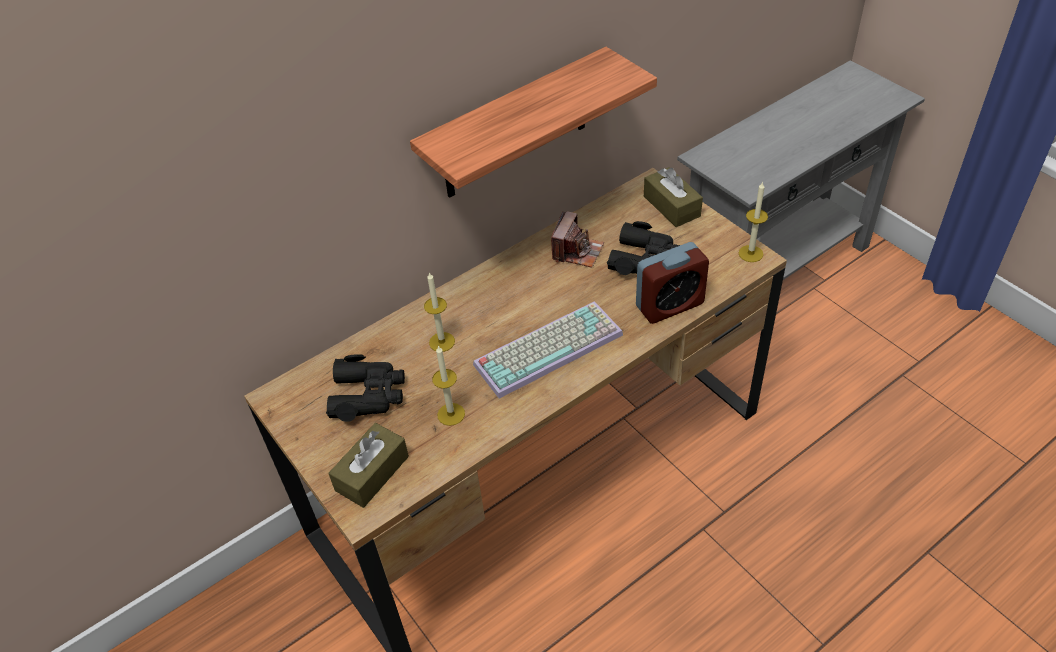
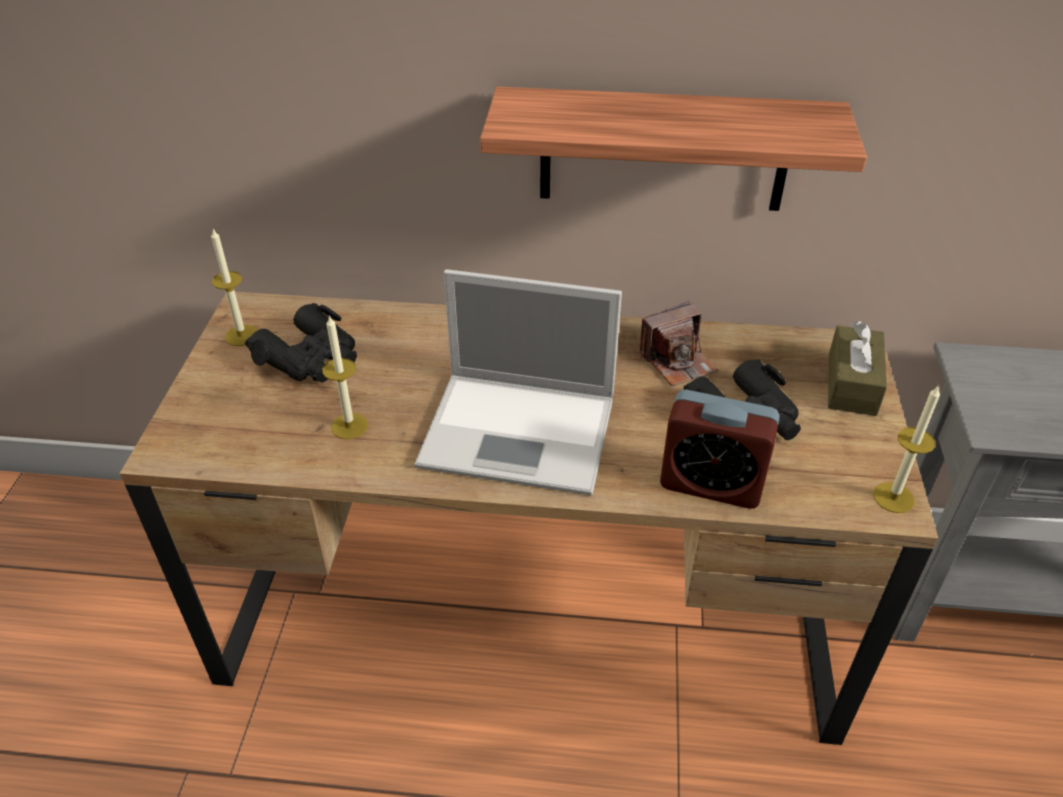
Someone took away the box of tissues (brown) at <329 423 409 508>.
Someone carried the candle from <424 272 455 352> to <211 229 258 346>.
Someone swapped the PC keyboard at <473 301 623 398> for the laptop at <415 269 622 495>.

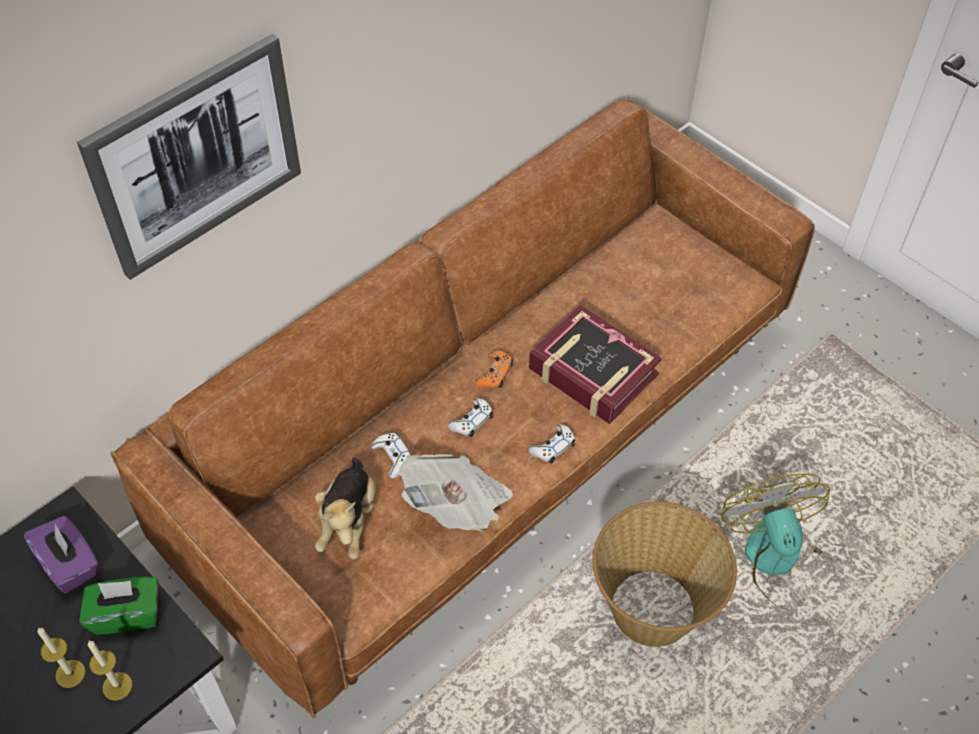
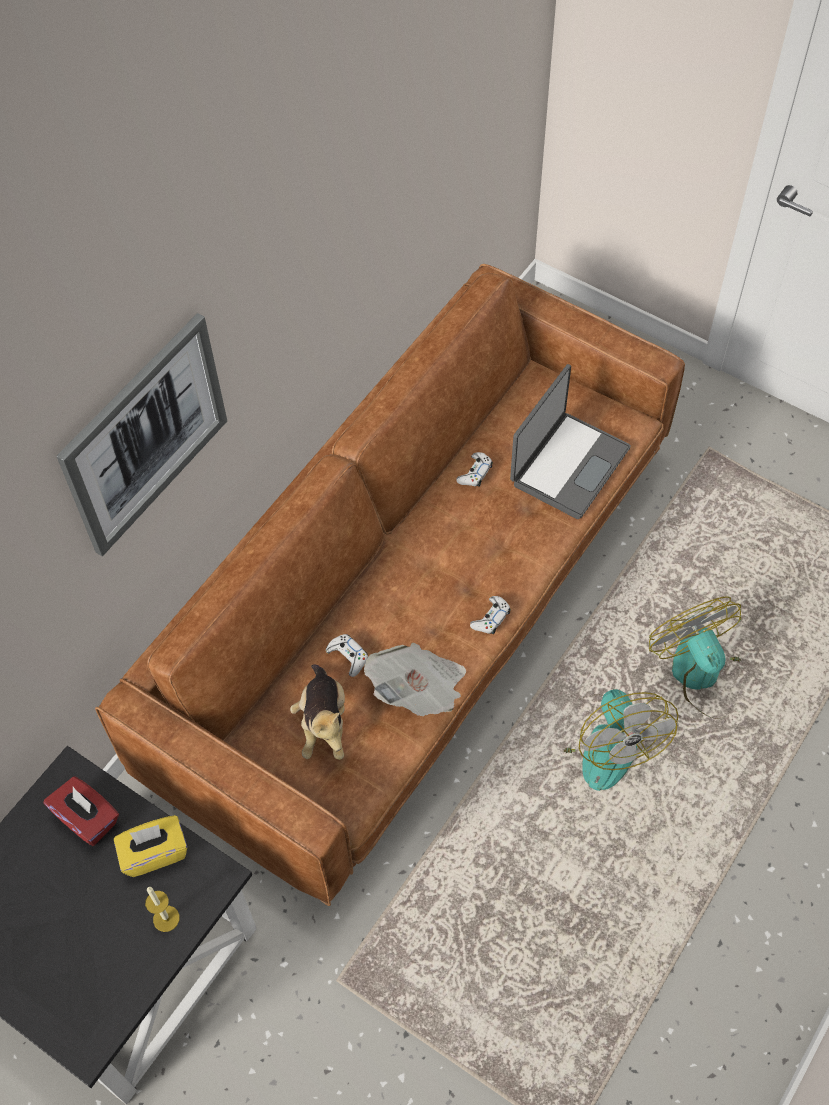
Someone took away the candle at <37 627 85 688>.
Someone took away the game controller (orange) at <475 351 513 388>.
Someone took away the book at <529 305 662 424>.
Someone put down the laptop at <510 364 631 519>.
Someone carried the game controller (whitish) from <448 398 493 437> to <456 452 493 487>.
Someone swapped the household basket at <592 501 737 647> for the electric fan at <564 689 679 791>.
Someone repainted the box of tissues (purplish) at <24 516 98 593>, which became the box of tissues (red) at <44 777 119 846>.
Someone repainted the box of tissues (greenish) at <79 577 158 635>, which became the box of tissues (yellow) at <114 815 187 877>.

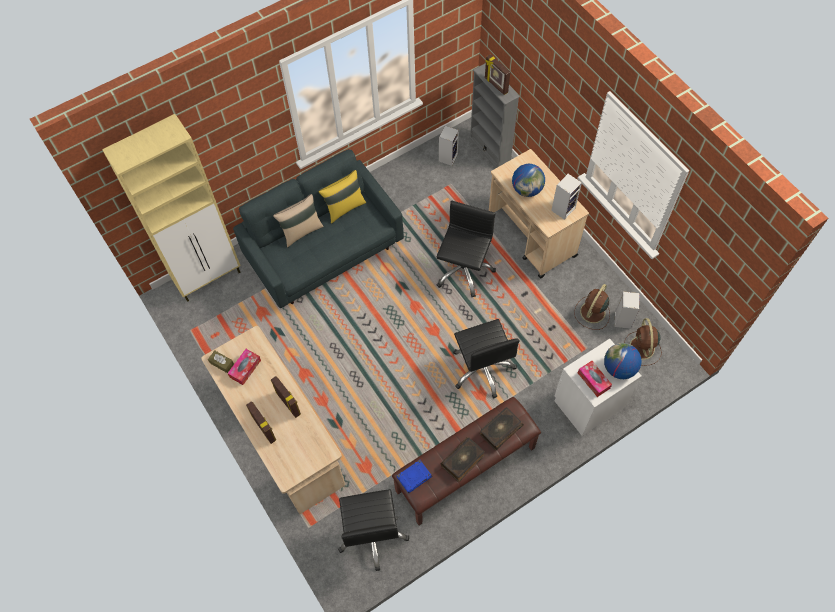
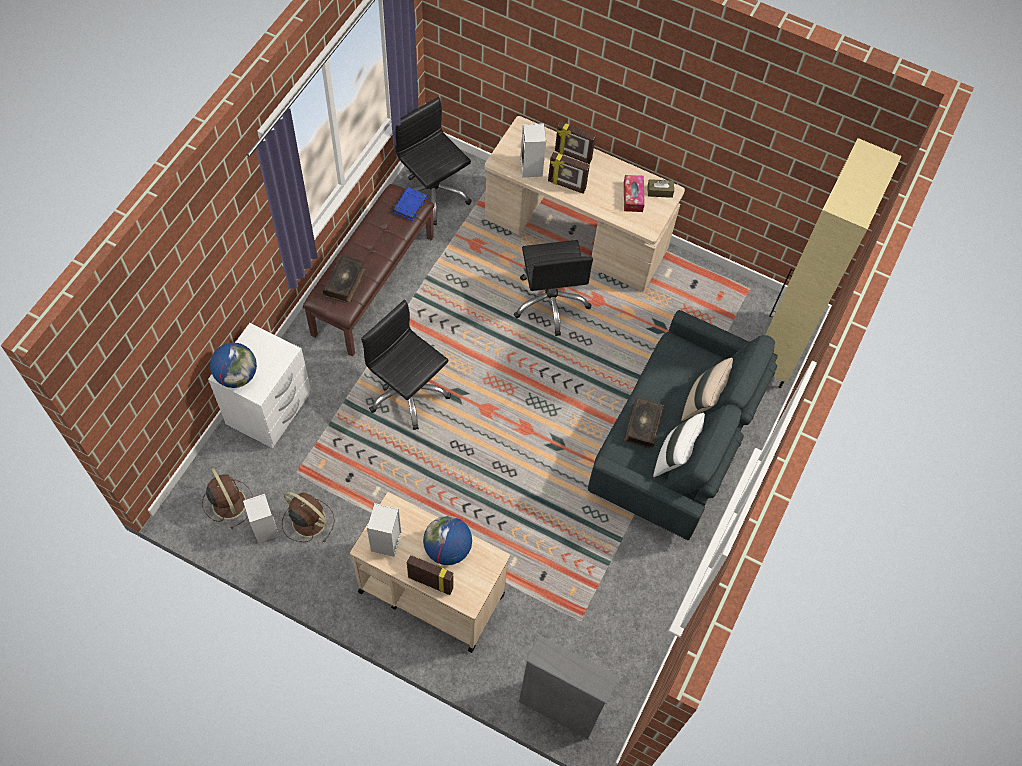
Someone took away the box of tissues at <578 361 612 397>.
Someone carried the desk chair (blackish) from <436 201 496 297> to <514 240 593 336>.
Someone carried the loudspeaker from <439 126 459 166> to <520 123 546 177>.
Someone carried the book from <440 437 485 482> to <624 397 664 448>.
Someone carried the standing frame from <485 54 510 95> to <407 555 454 595>.
Someone repainted the throw pillow (yellow) at <318 170 366 224>, which became the throw pillow (whitish) at <653 413 705 477>.
Someone rotated the electric fan (brown) at <574 284 610 330> by 60 degrees counterclockwise.

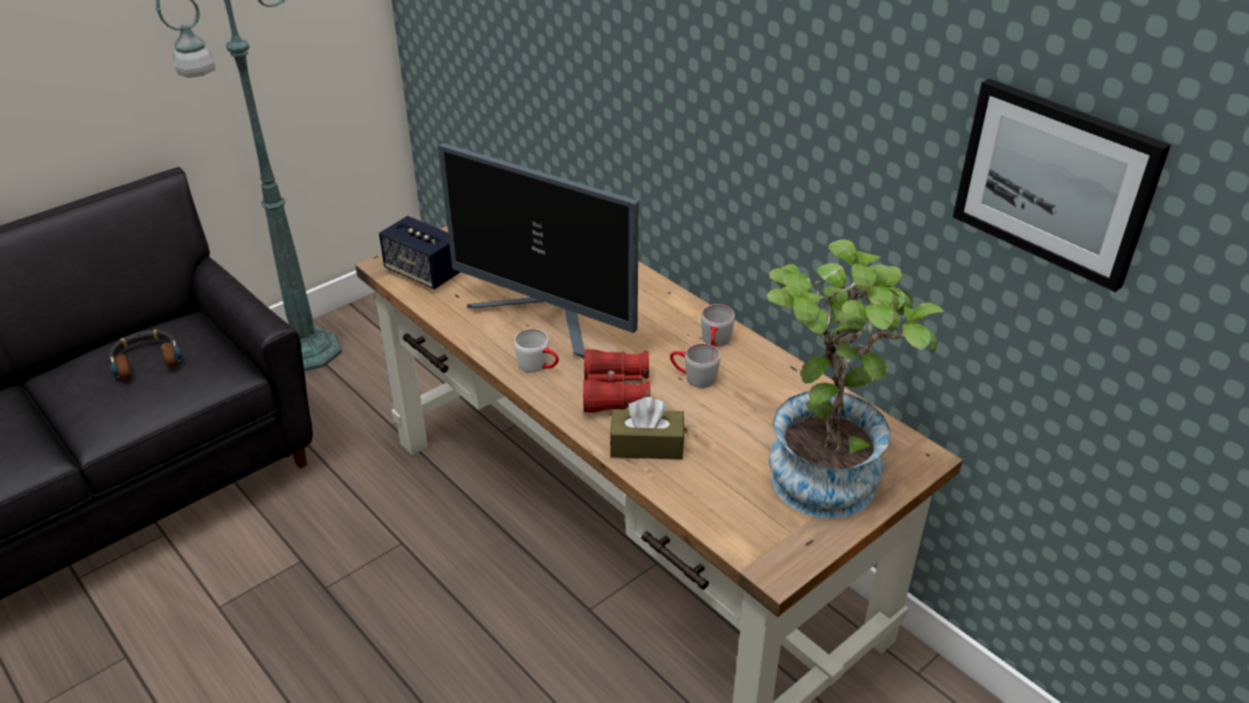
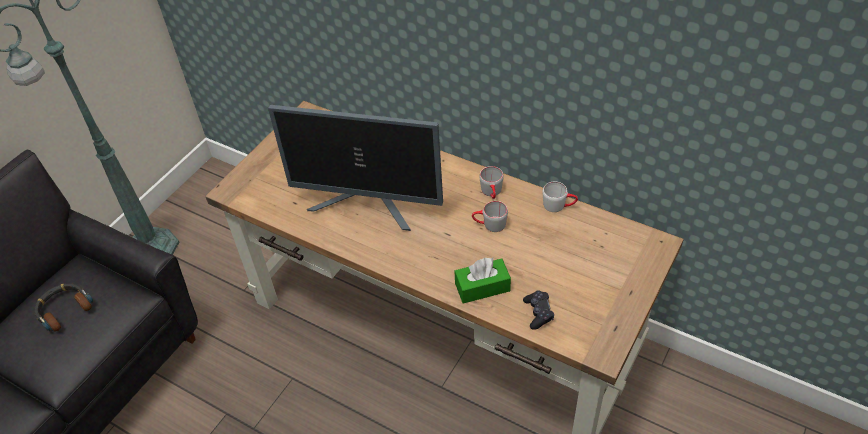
Someone took away the loudspeaker at <379 216 460 289>.
Someone took away the field glasses (red) at <583 349 650 413>.
Someone took away the houseplant at <767 239 944 519>.
Someone took away the wall art at <953 79 1171 292>.
Someone put down the game controller (blackish) at <523 290 554 330>.
Someone carried the mug (whitish) from <514 329 559 372> to <543 181 578 212>.
Someone repainted the box of tissues (brown) at <610 397 684 460>, which became the box of tissues (greenish) at <454 258 511 304>.

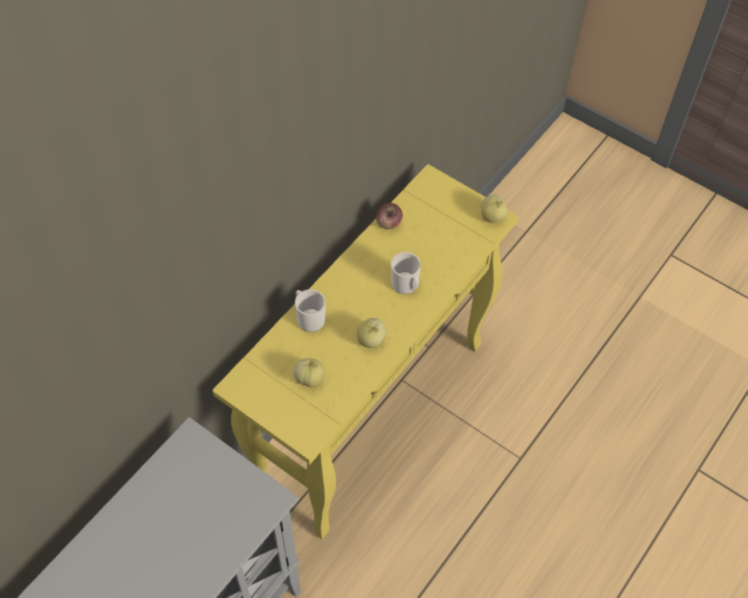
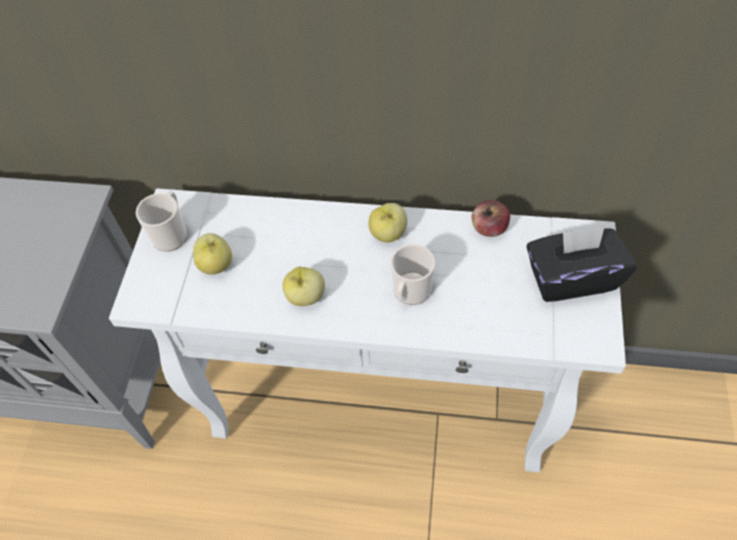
Someone put down the box of tissues (blackish) at <526 227 637 302>.
Someone carried the mug from <295 289 326 332> to <136 191 187 252>.
Someone carried the apple from <481 194 507 223> to <368 203 407 242>.
Someone repainted the console table (yellow) at <212 164 518 539>, which became the console table (whitish) at <109 188 626 473>.

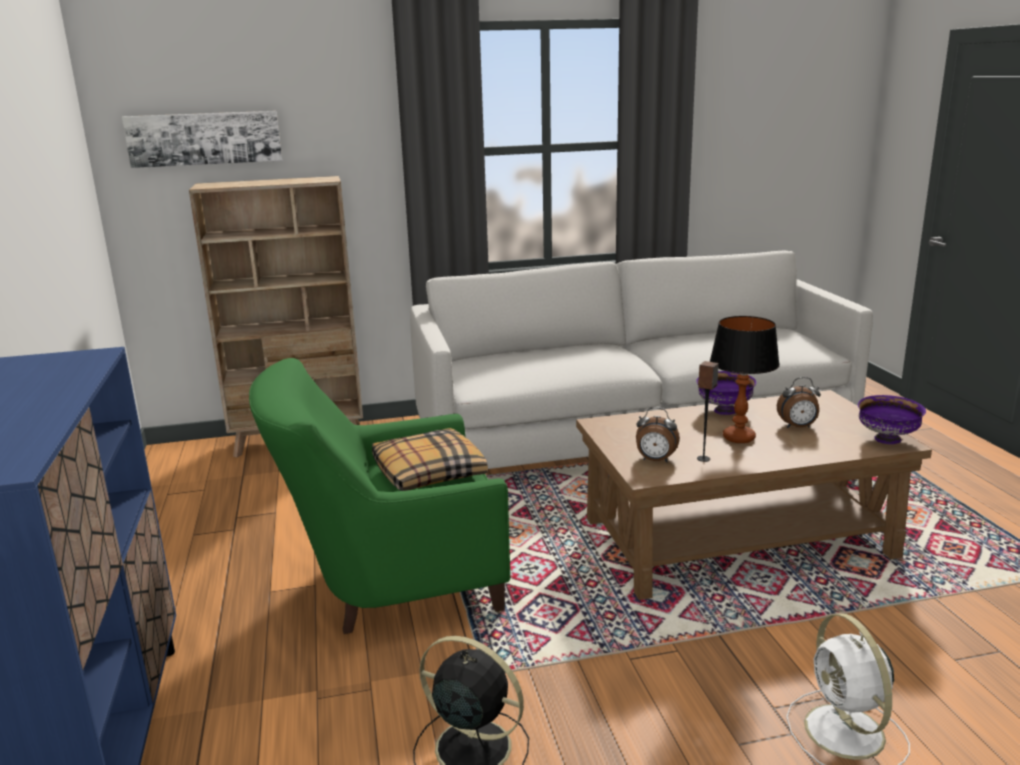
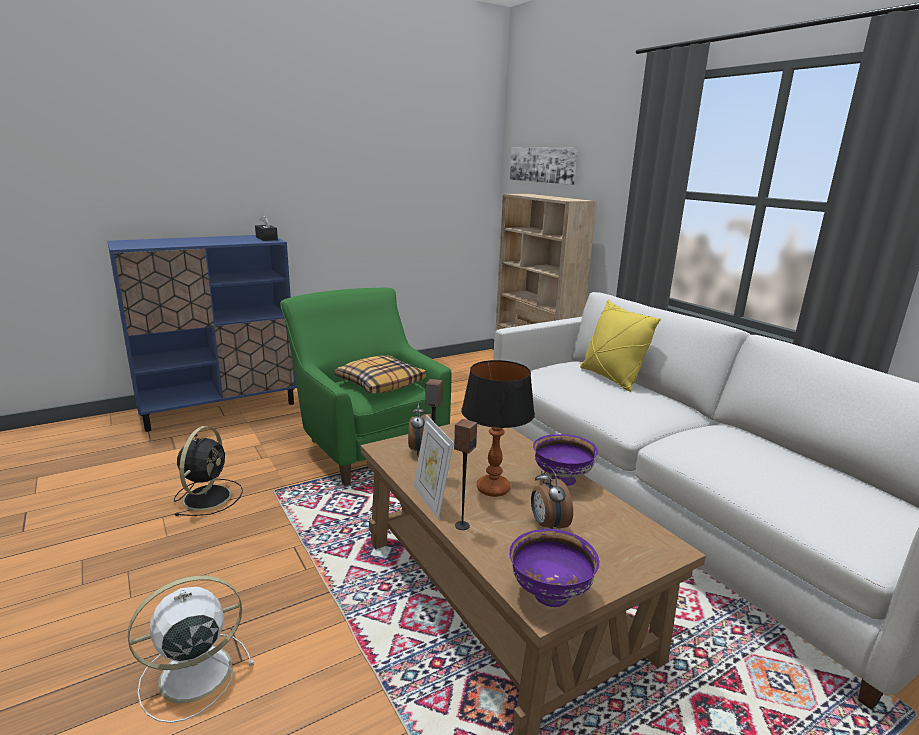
Someone put down the box of tissues (blackish) at <255 215 278 241>.
Someone put down the standing frame at <414 415 454 519>.
Someone put down the loudspeaker at <454 419 477 530>.
Someone put down the throw pillow (yellow) at <580 299 661 392>.

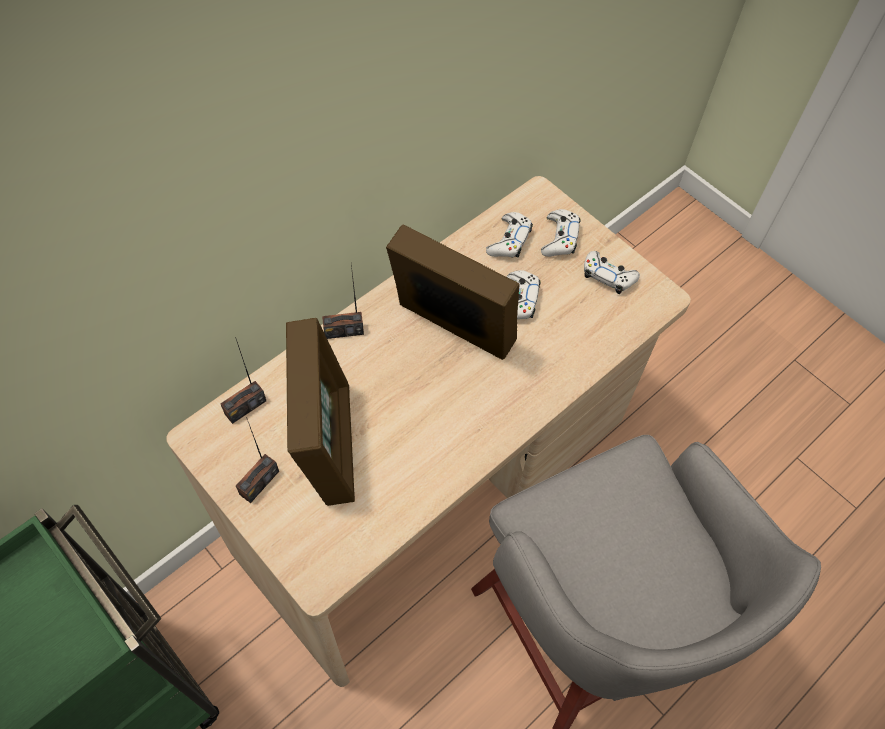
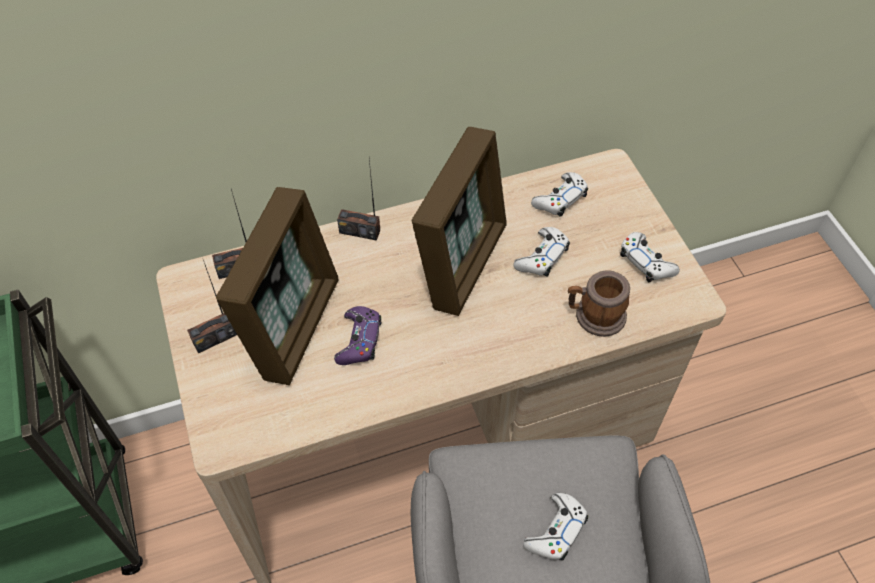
Someone put down the game controller (purplish) at <334 306 382 365>.
Someone put down the mug at <568 270 630 337>.
Someone carried the game controller (whitish) from <541 209 580 257> to <523 493 588 561>.
Someone rotated the standing frame at <386 224 520 360> by 60 degrees clockwise.

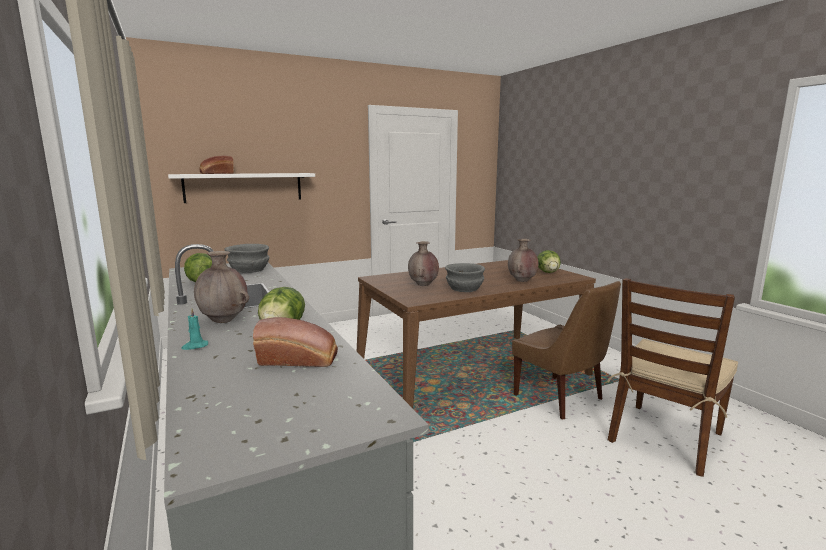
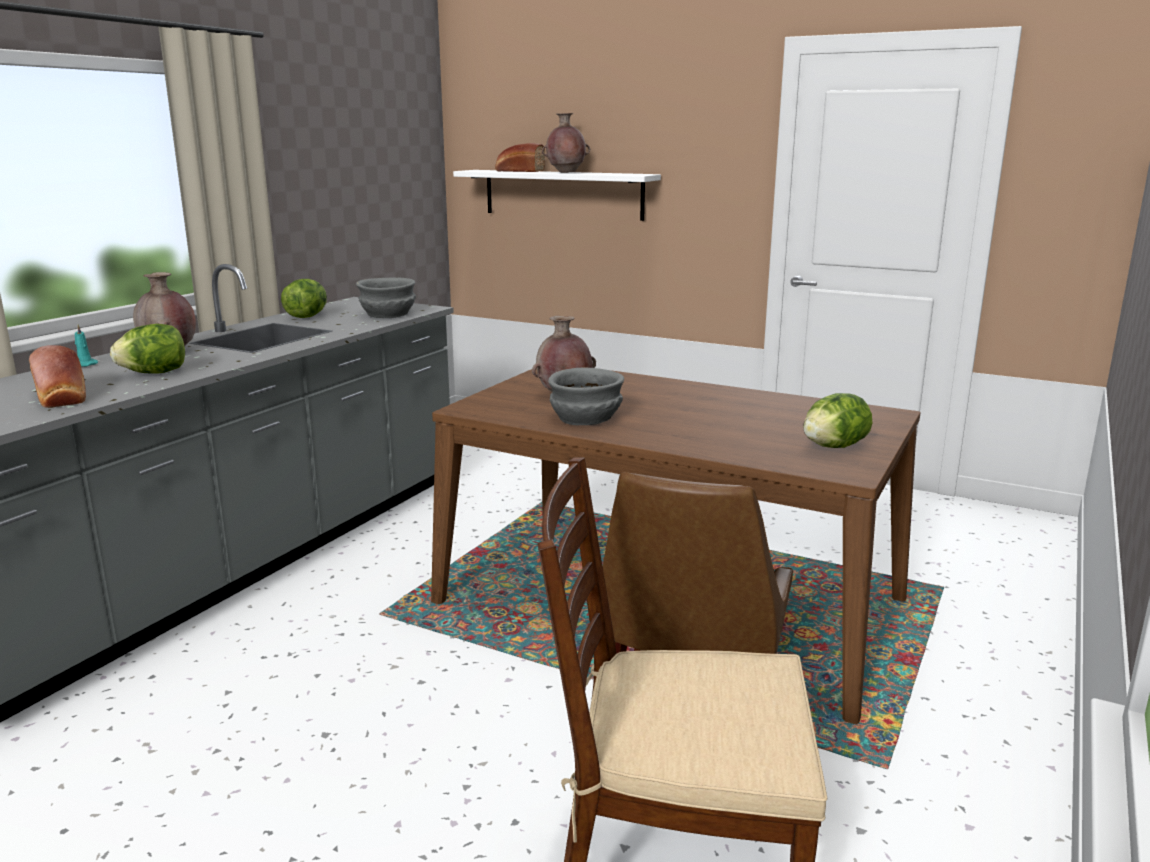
Someone carried the decorative vase (brown) from <508 239 539 282> to <542 113 590 173>.

